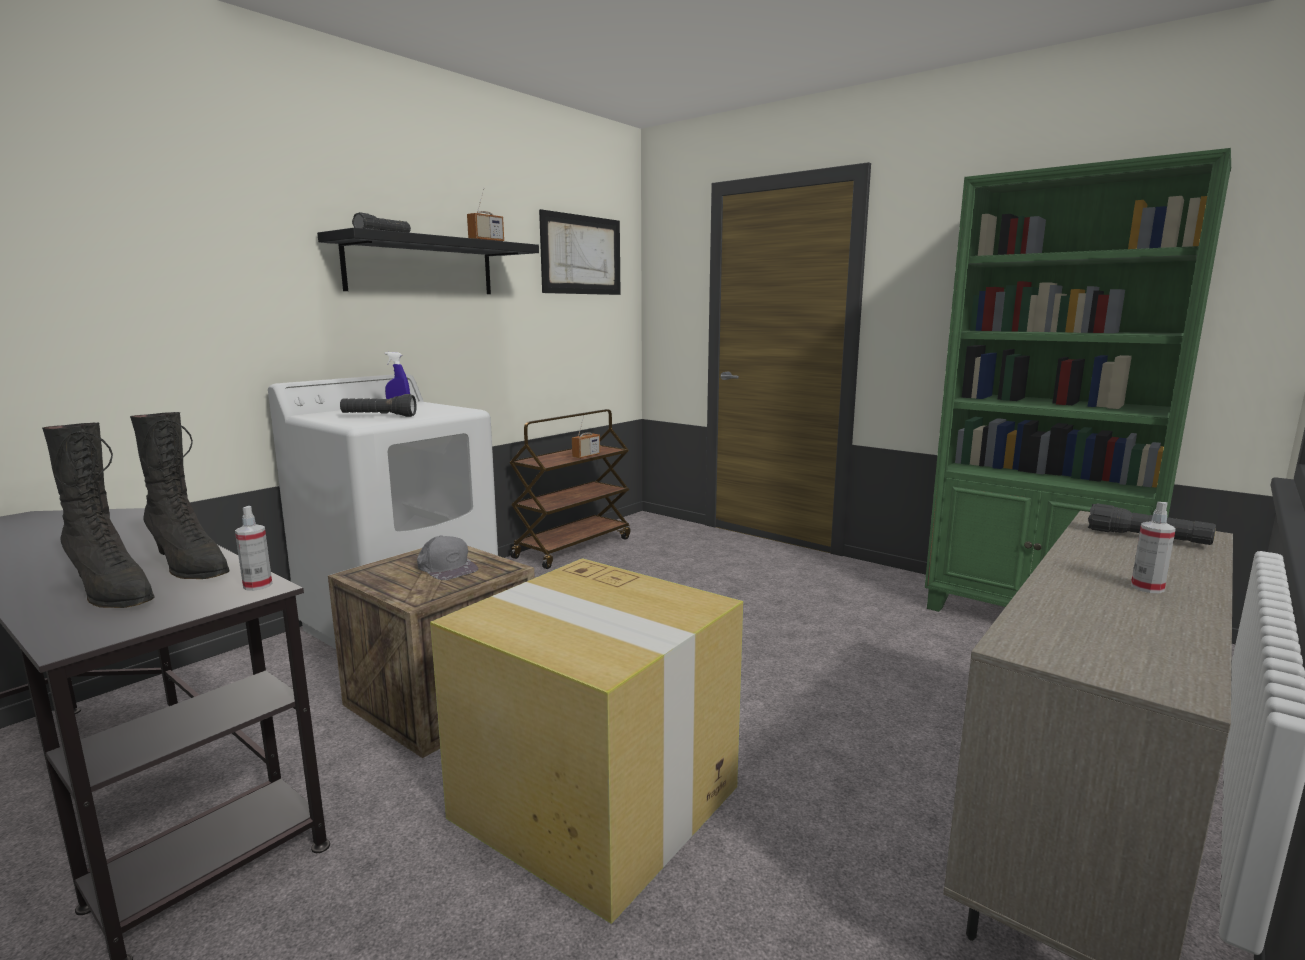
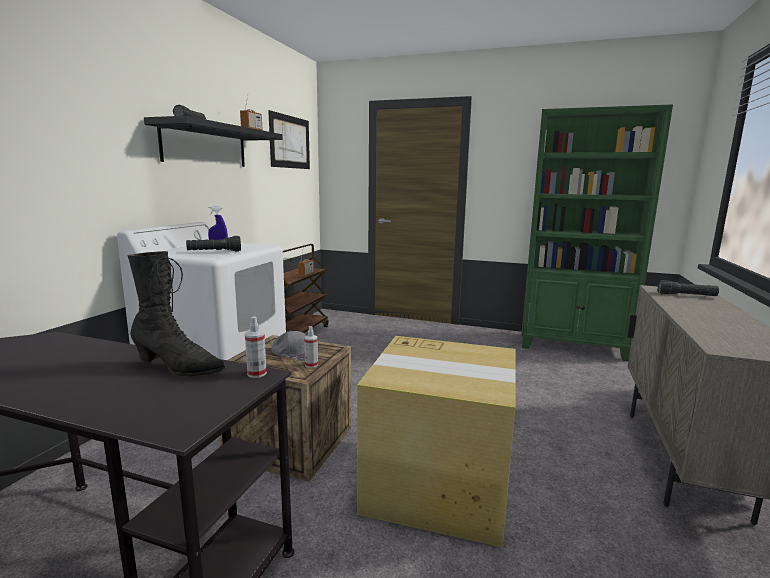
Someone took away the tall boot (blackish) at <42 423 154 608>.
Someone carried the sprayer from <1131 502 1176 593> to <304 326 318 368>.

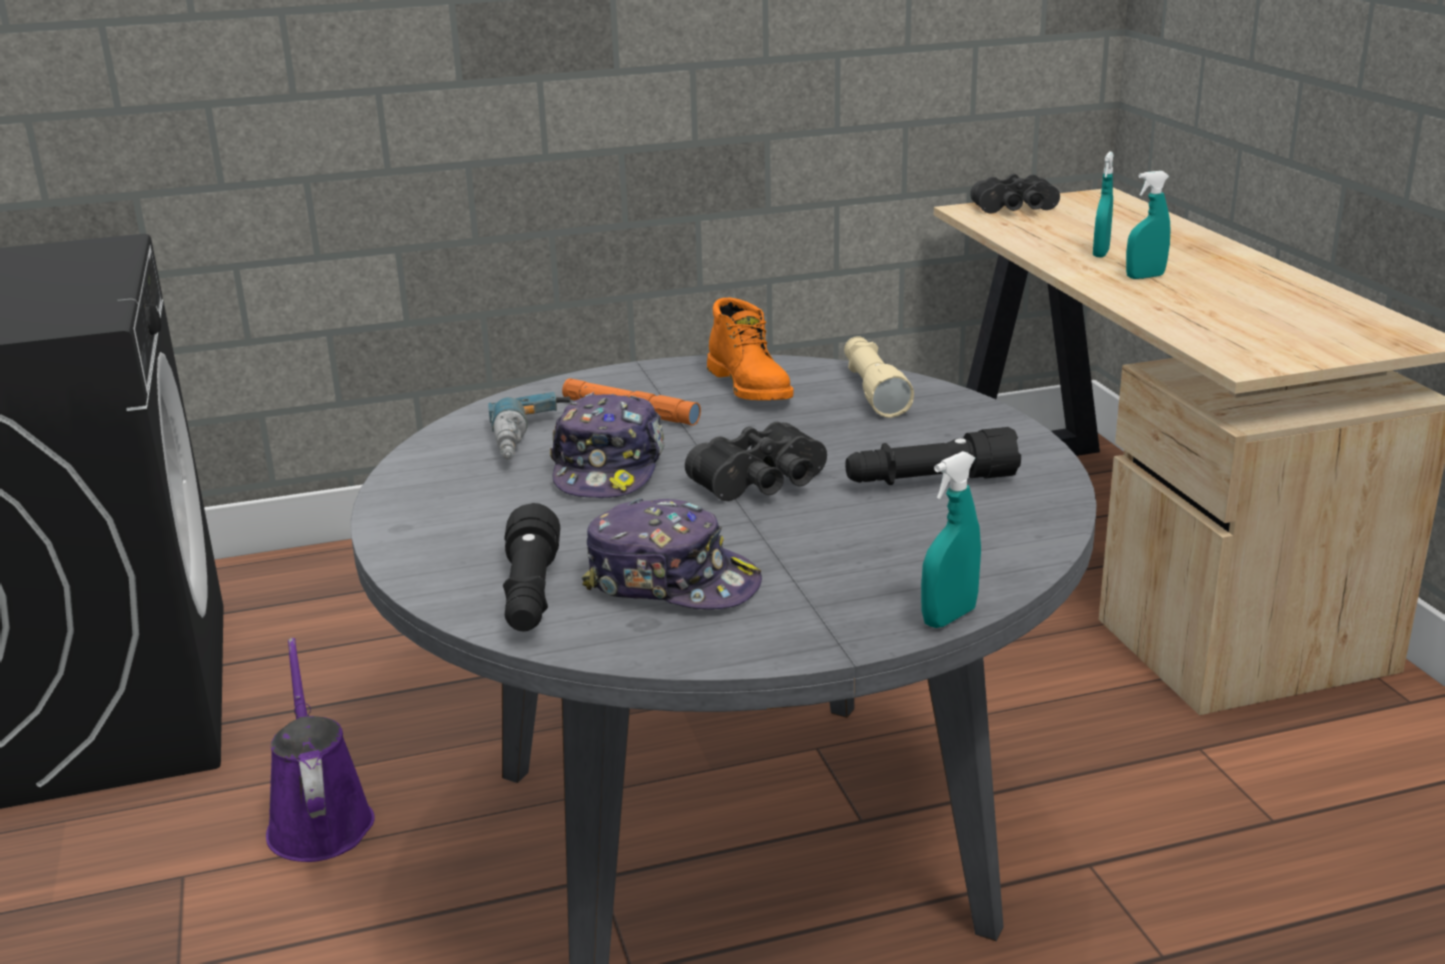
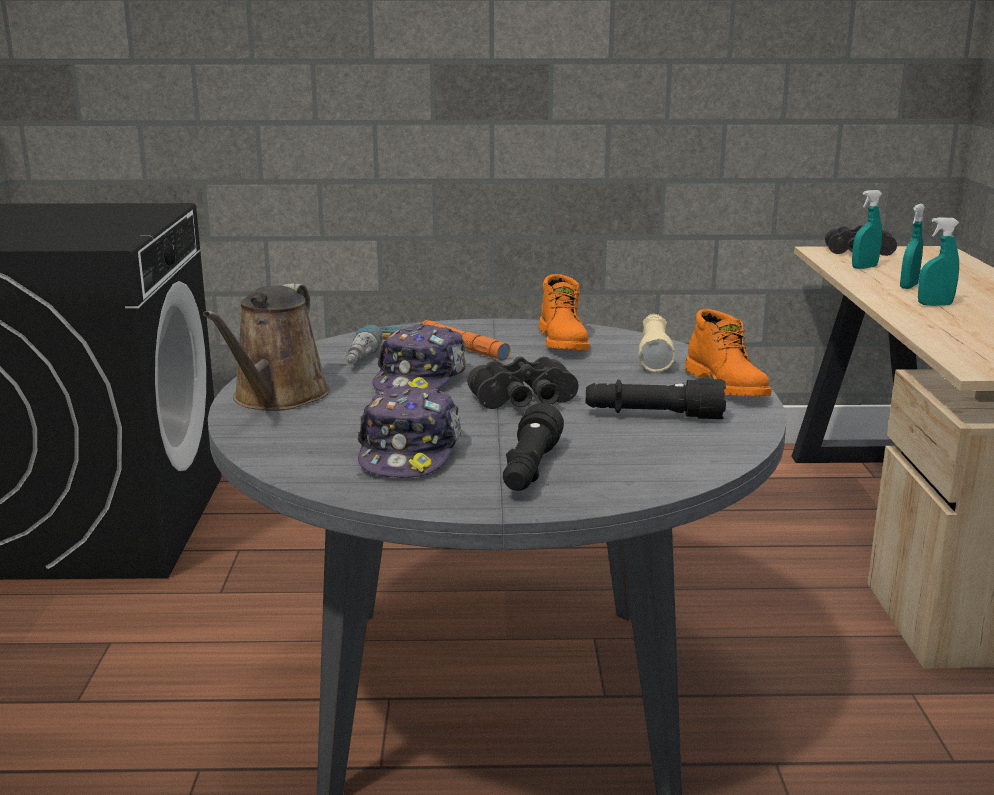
Someone took away the watering pot (purplish) at <266 638 375 862>.
Someone put down the watering pot (brown) at <203 283 330 411>.
Someone put down the tall boot (orange) at <685 309 772 396>.
Someone carried the hand torch (blackish) from <503 503 560 631> to <503 403 564 491>.
Someone carried the sprayer (blue-green) from <921 451 981 628> to <852 190 882 269>.
Someone rotated the cap at <582 498 762 610> by 60 degrees clockwise.

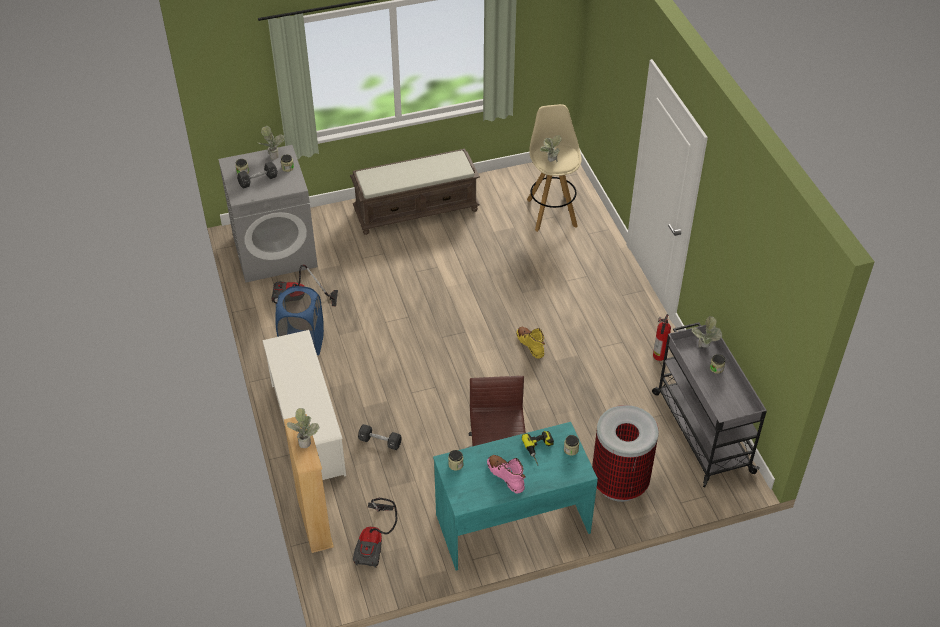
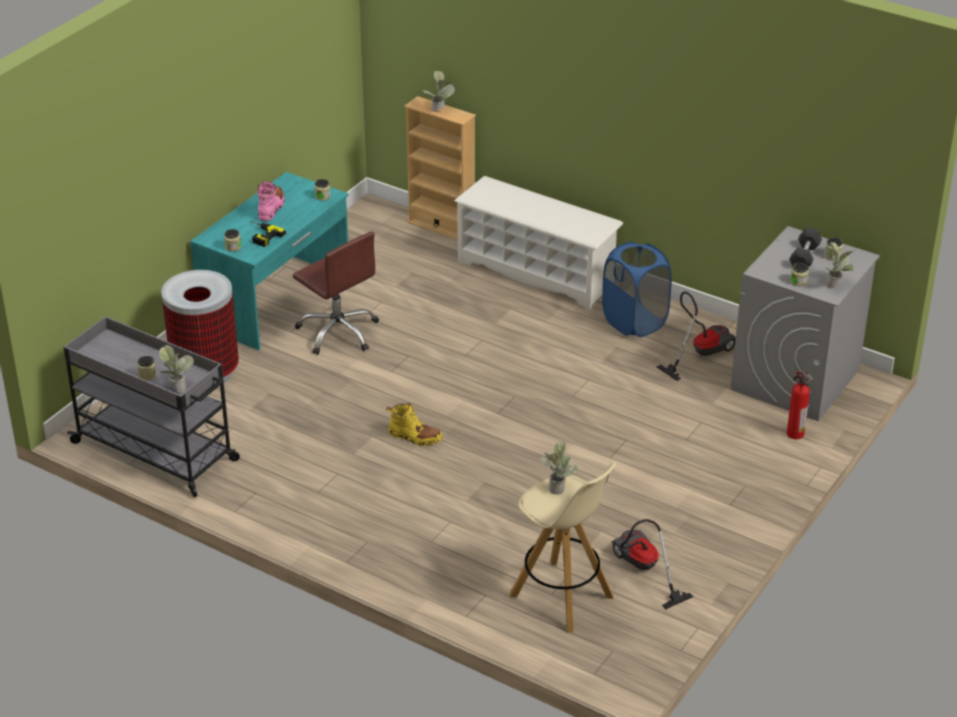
Someone took away the long seat (brown) at <350 149 480 235>.
Someone took away the free weight (blackish) at <358 424 402 450>.
Someone carried the vacuum from <353 498 397 568> to <611 519 694 610>.
Someone carried the fire extinguisher from <653 314 671 361> to <787 369 812 439>.
Someone rotated the tall boot (pinkish) at <487 455 526 494> by 90 degrees counterclockwise.

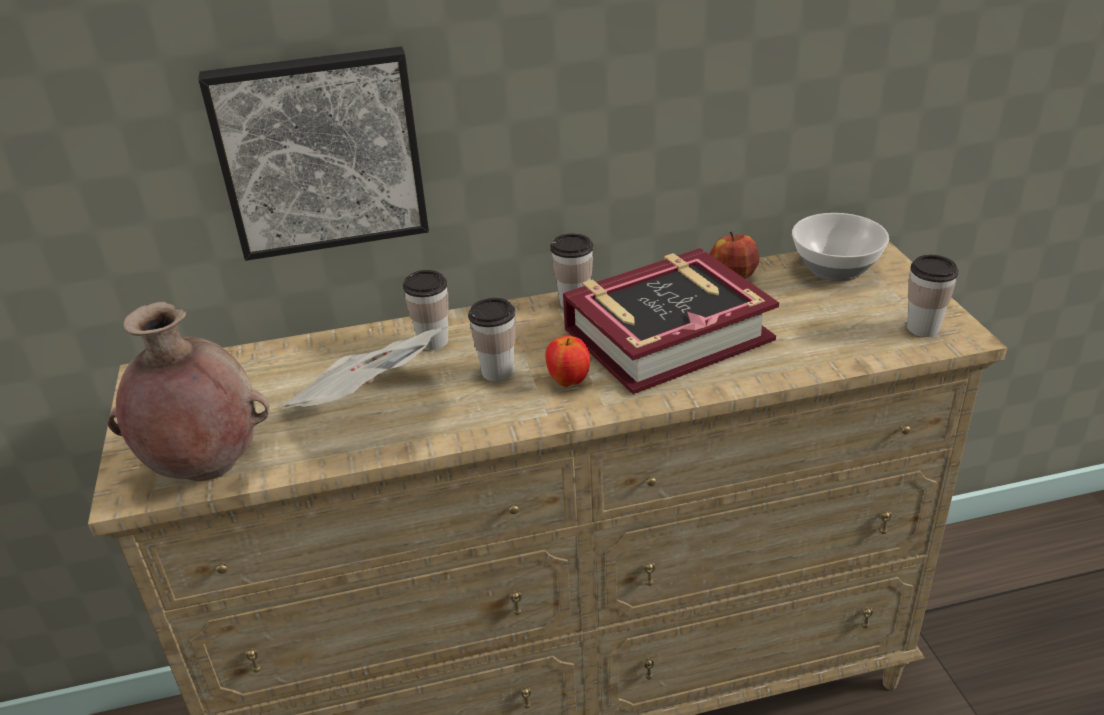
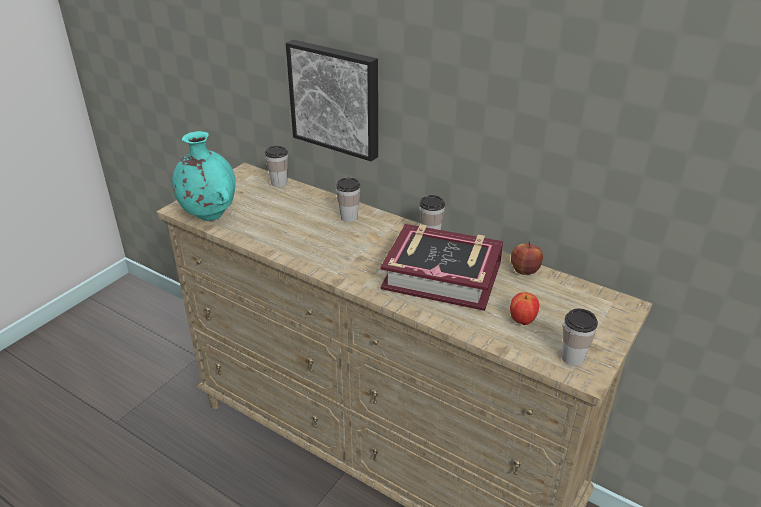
Someone took away the daily paper at <277 327 447 409>.
Someone took away the deep dish at <792 213 889 281>.
Someone carried the drinking cup from <468 298 516 381> to <265 146 288 187>.
Someone carried the apple from <545 336 590 387> to <510 292 539 325>.
Someone repainted the decorative vase (brown) at <108 301 269 481>, which became the decorative vase (blue-green) at <172 131 236 221>.

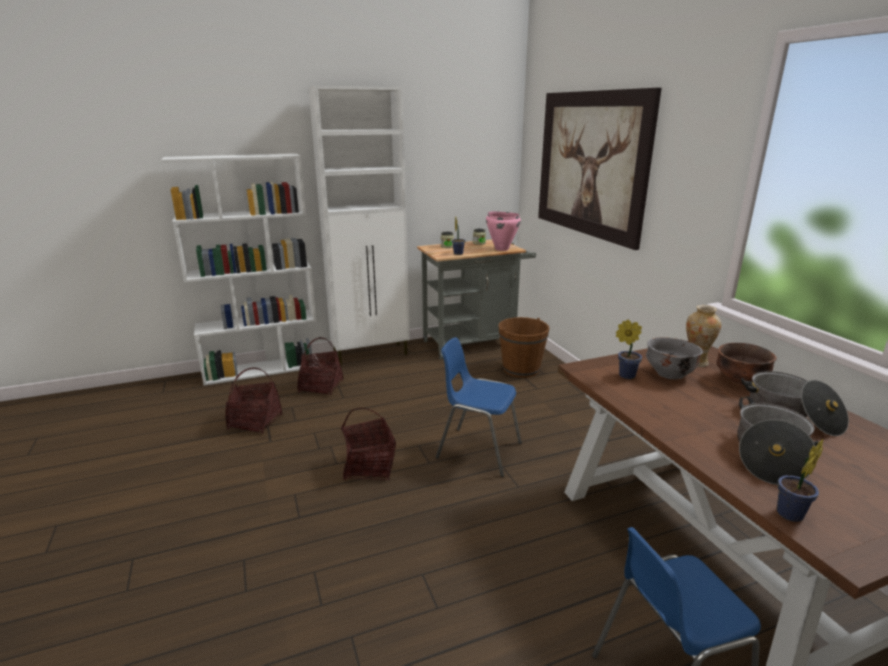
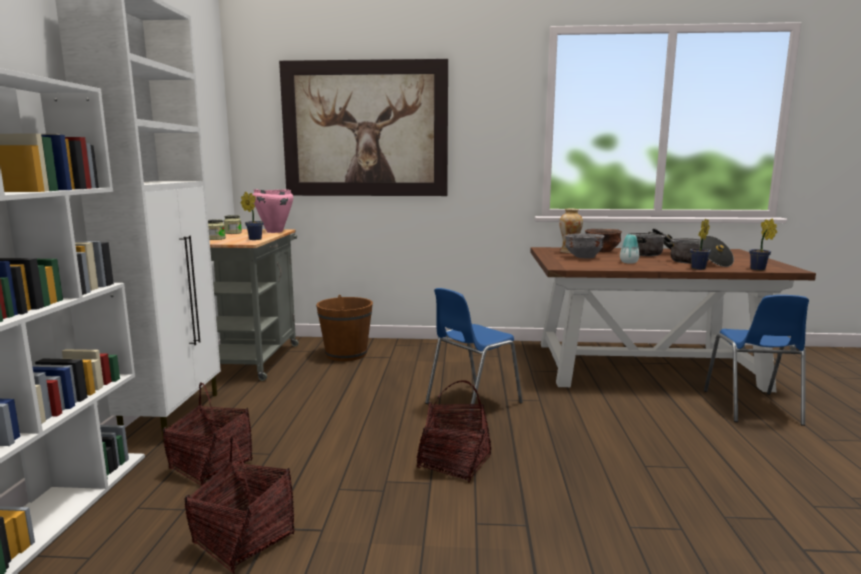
Someone put down the decorative vase at <620 234 640 264>.
Someone carried the houseplant from <616 319 642 379> to <690 218 711 270>.

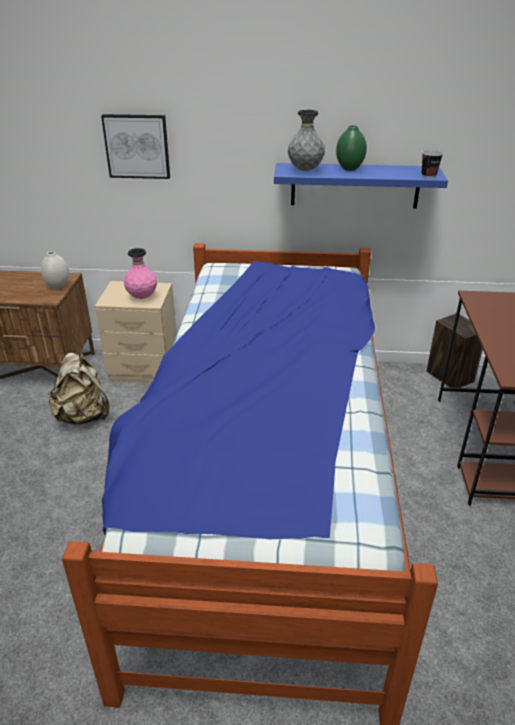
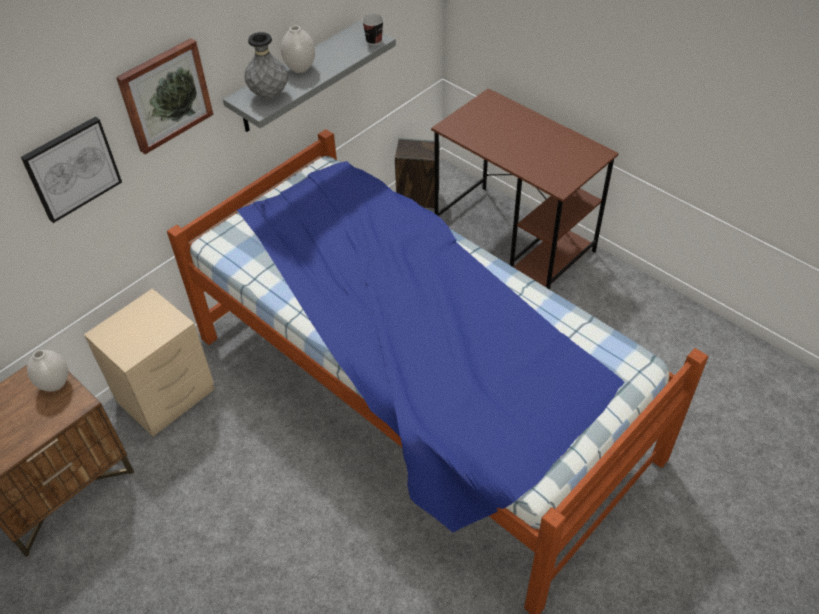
Someone took away the knapsack (beige-coloured) at <48 353 109 425>.
Someone took away the decorative vase (pinkish) at <124 248 157 299>.
Someone put up the wall art at <116 38 214 154>.
Someone repainted the bracket shelf (blue-coloured) at <274 163 448 208>, which became the bracket shelf (grey) at <223 21 396 132>.
Someone repainted the decorative vase (greenish) at <336 125 367 171>, which became the decorative vase (whitish) at <281 25 315 73>.

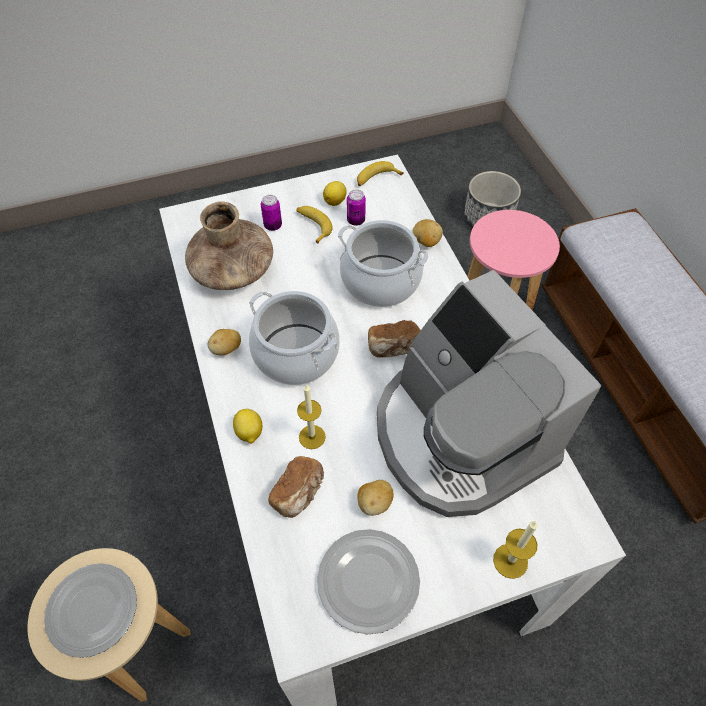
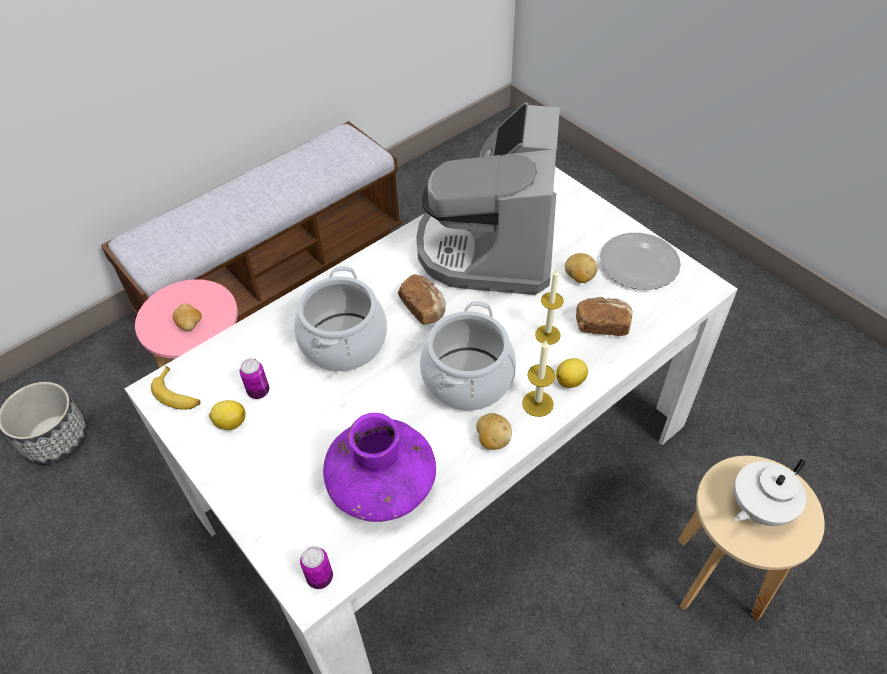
Someone took away the whole banana at <297 206 332 244>.
Someone carried the can from <261 195 282 231> to <300 546 333 589>.
Someone carried the potato from <412 219 443 247> to <173 303 202 331>.
Someone carried the candle from <493 521 538 579> to <522 340 555 417>.
Someone swapped the dinner plate at <44 563 137 658> for the teapot (whitish) at <734 458 806 526>.
Someone repainted the decorative vase (brown) at <185 201 273 290>, which became the decorative vase (purplish) at <323 413 436 522>.
Someone rotated the coffee machine at <377 270 601 517> by 150 degrees clockwise.

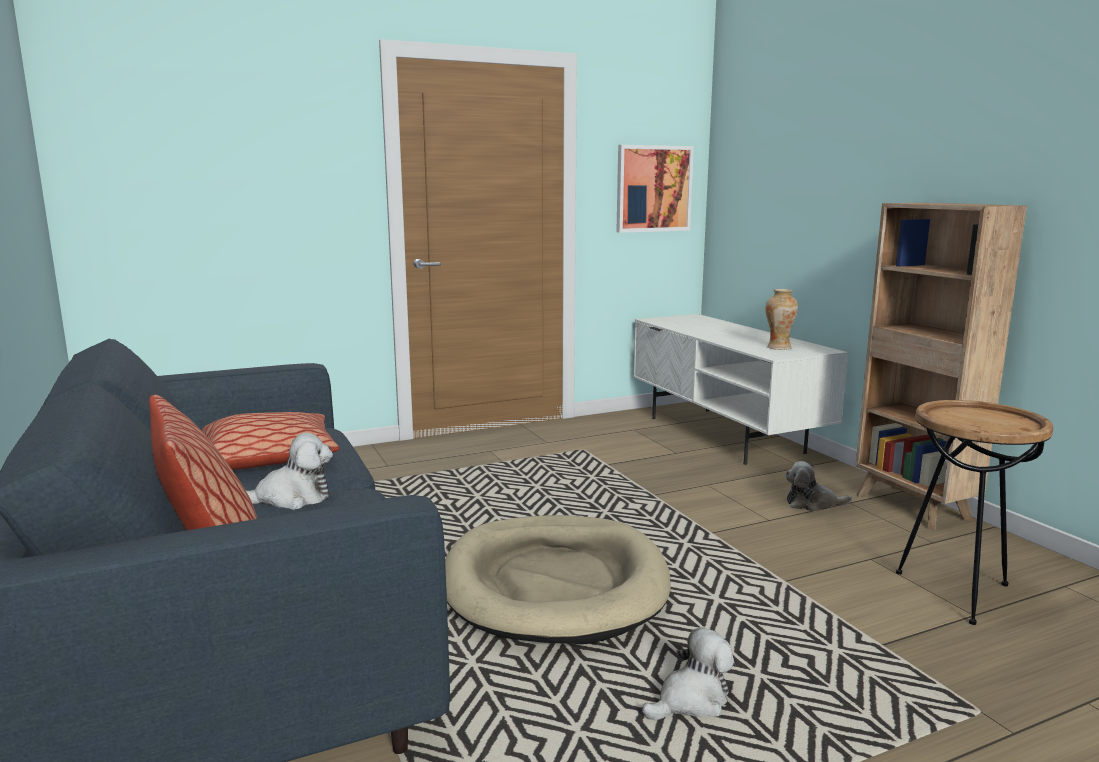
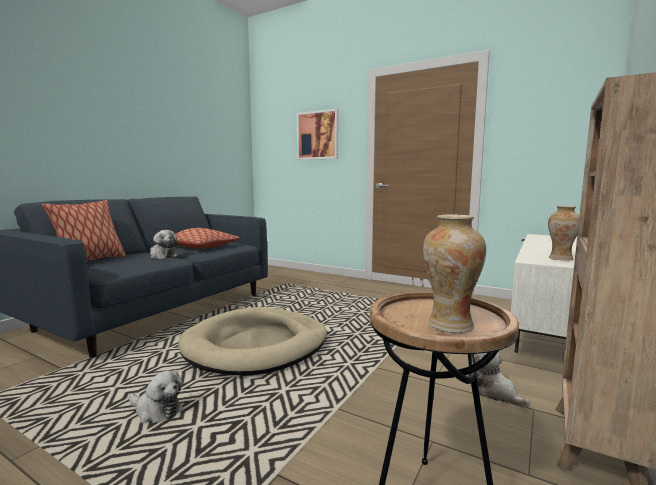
Someone put down the decorative vase at <423 214 486 333>.
Someone carried the wall art from <616 145 694 233> to <297 108 338 160>.

